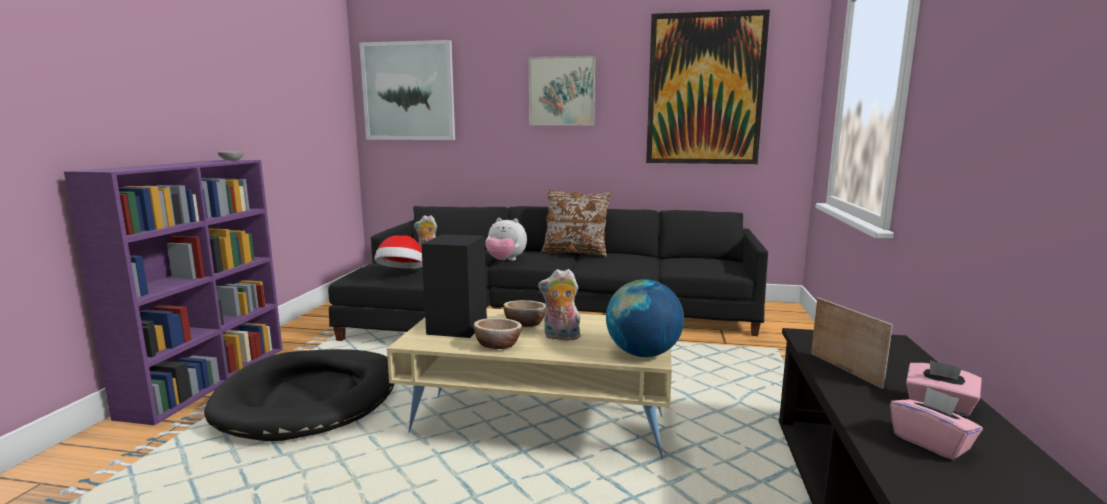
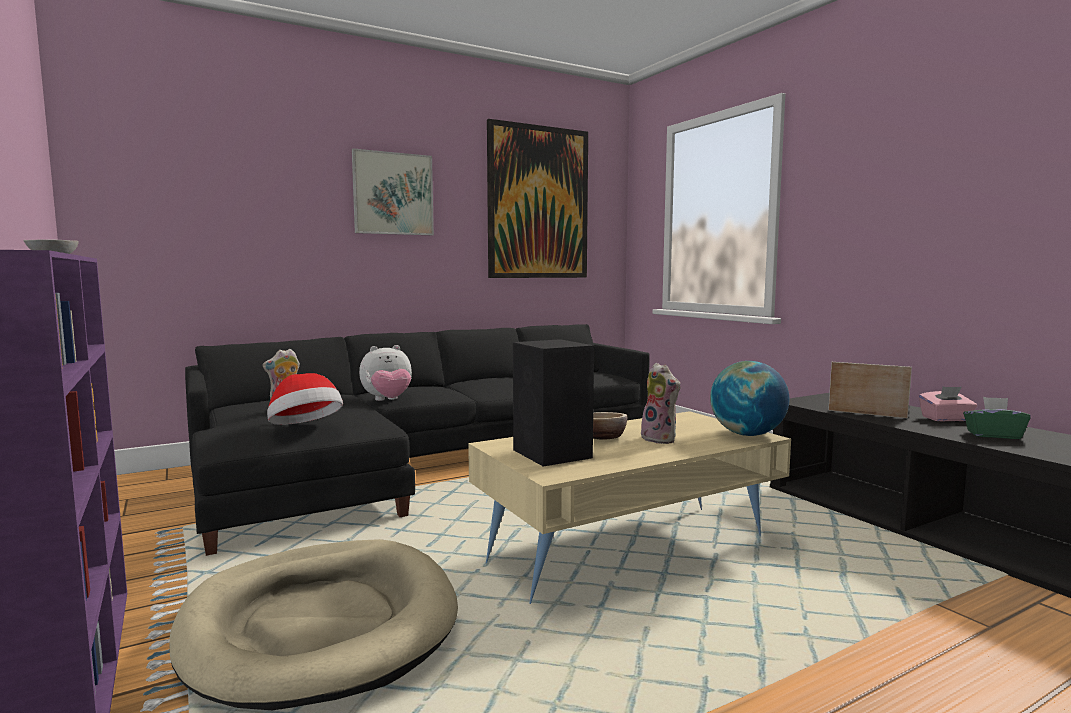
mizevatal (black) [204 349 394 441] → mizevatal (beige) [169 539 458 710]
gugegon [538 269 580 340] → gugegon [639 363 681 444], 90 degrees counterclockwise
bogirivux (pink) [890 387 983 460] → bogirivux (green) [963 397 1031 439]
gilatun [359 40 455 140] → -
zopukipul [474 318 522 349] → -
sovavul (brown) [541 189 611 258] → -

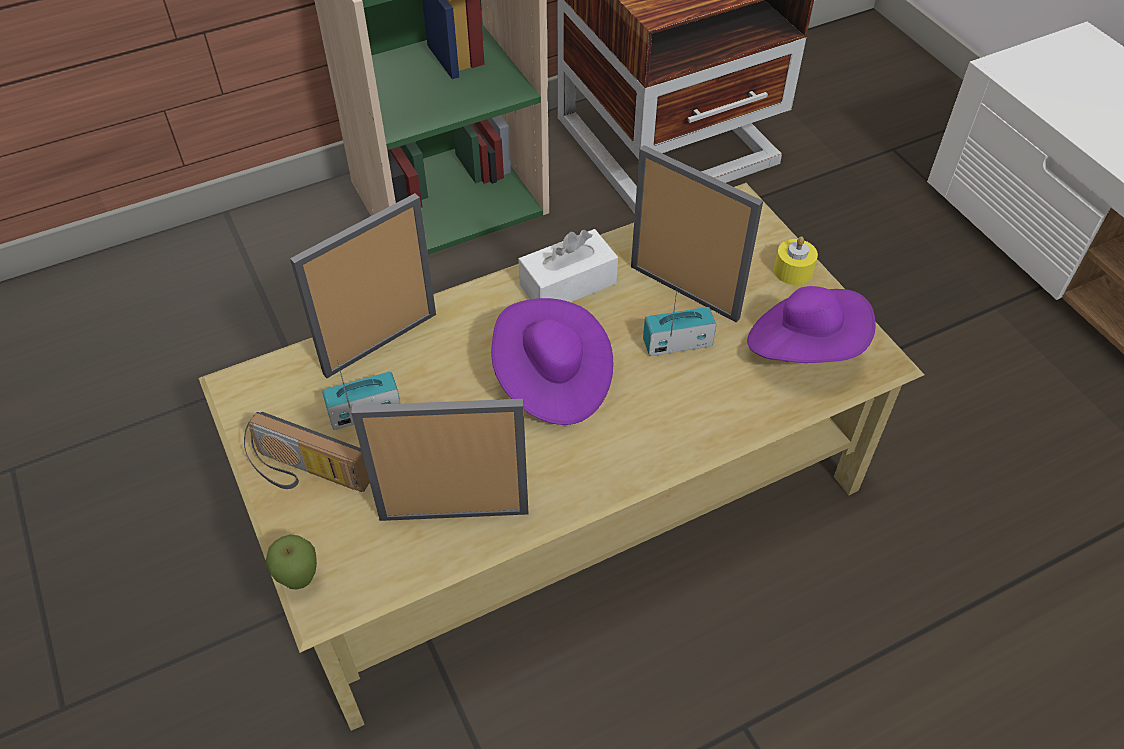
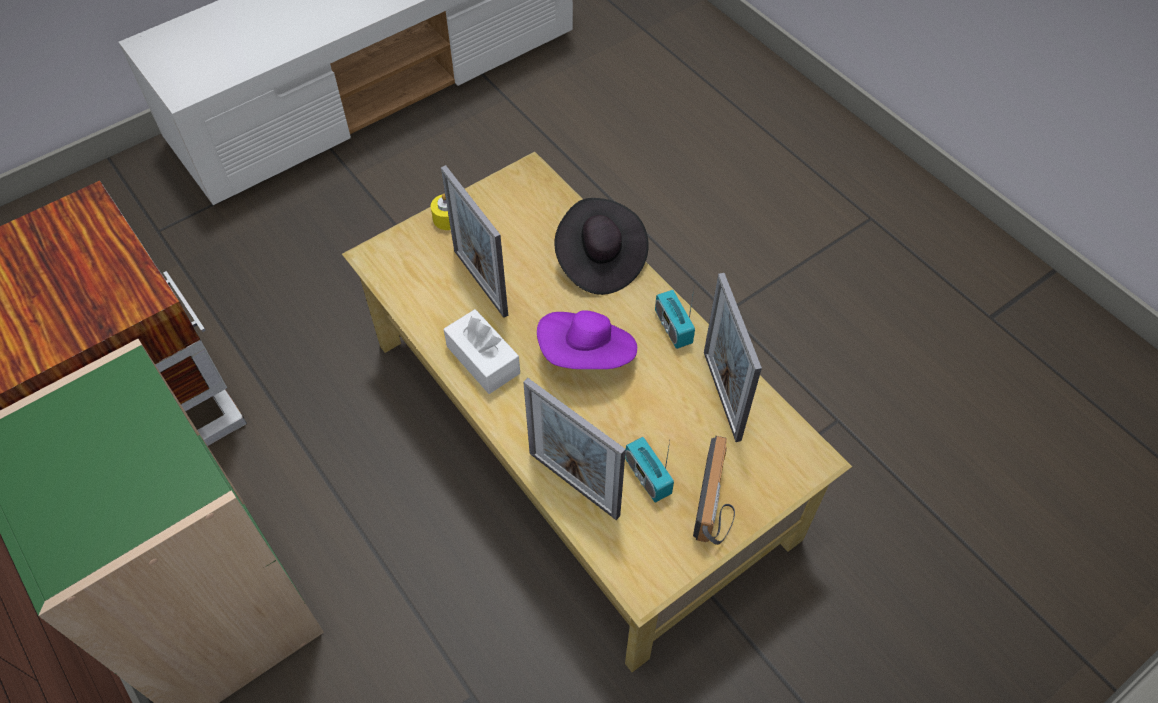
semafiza [631 145 763 322] → semafiza [441 165 508 318], 60 degrees counterclockwise
- → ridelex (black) [555 198 649 295]
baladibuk [643 290 716 356] → baladibuk [655 284 695 349], moved
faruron [266 534 317 589] → -
ridelex (purple) [747 286 876 363] → -

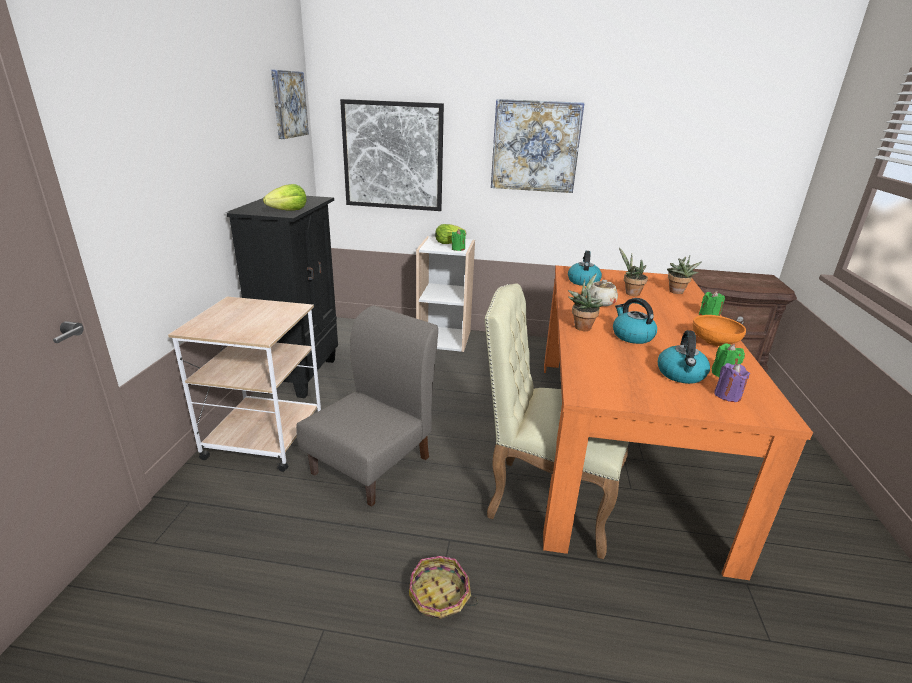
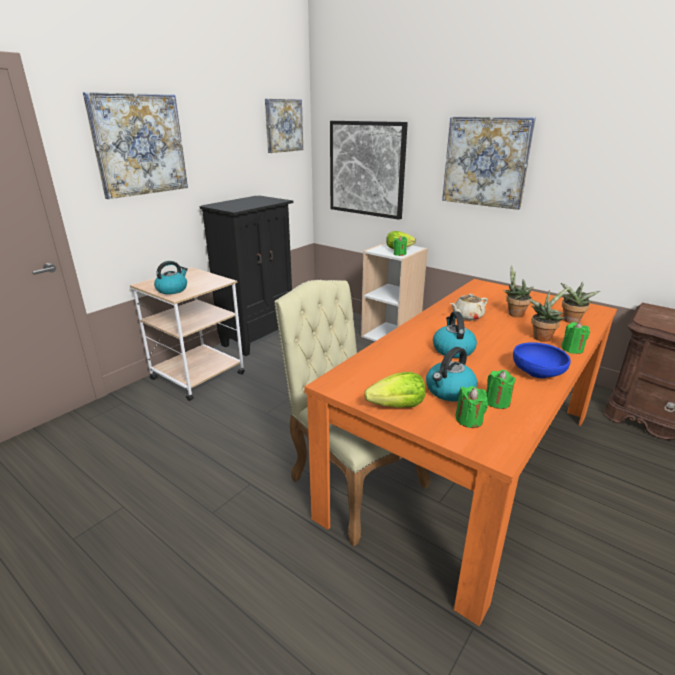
- → gilatun [83 92 188 199]
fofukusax [568 251 602 286] → fofukusax [154 261 188 294], moved
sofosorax [263 184 306 211] → sofosorax [364 372 426 408], moved
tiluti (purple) [714 363 750 402] → tiluti (green) [455 386 488 428]
zopukipul (orange) [692 315 746 346] → zopukipul (blue) [513 342 570 378]
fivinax [568 273 603 331] → fivinax [528 287 569 342], moved
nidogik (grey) [296 305 438 507] → -
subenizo [409 556 478 619] → -

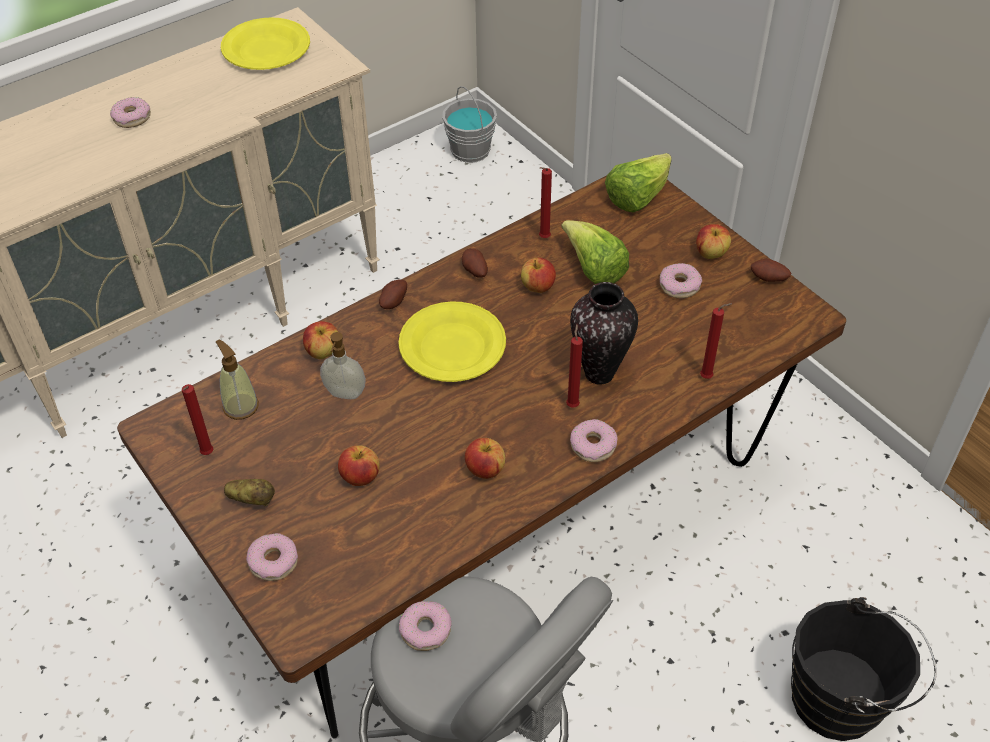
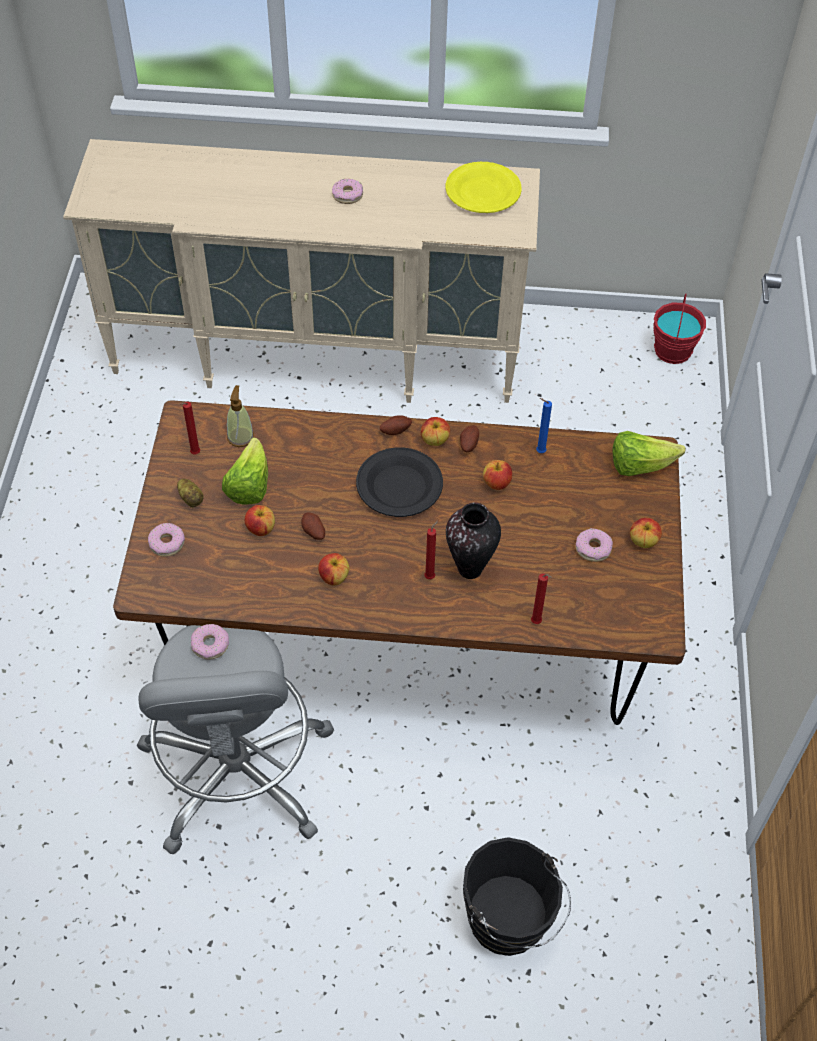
sofosorax [561 220 629 284] → sofosorax [222 438 268 504], moved
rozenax [751 259 791 282] → rozenax [301 513 325 540], moved
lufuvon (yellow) [399 301 506 382] → lufuvon (black) [356 447 443 517]
faruron [303 321 338 359] → faruron [421 417 450 446], moved
tiluti (red) [539 167 552 238] → tiluti (blue) [536 398 552 453]
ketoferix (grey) [442 86 497 163] → ketoferix (red) [653 294 706 364]
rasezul [320 332 366 399] → -
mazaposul [570 419 617 462] → -

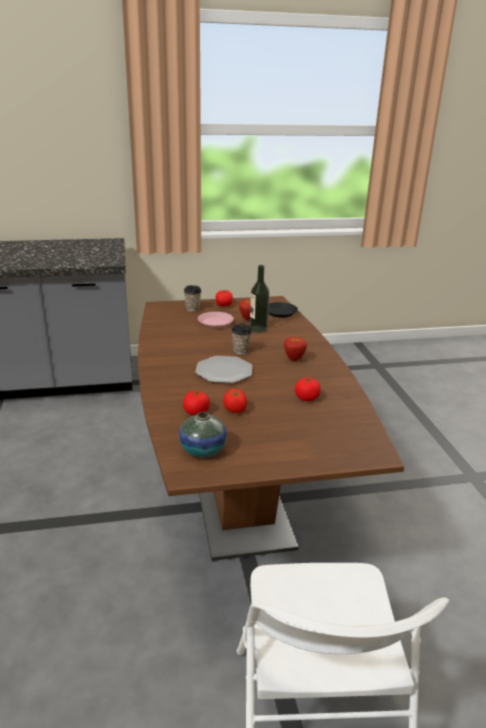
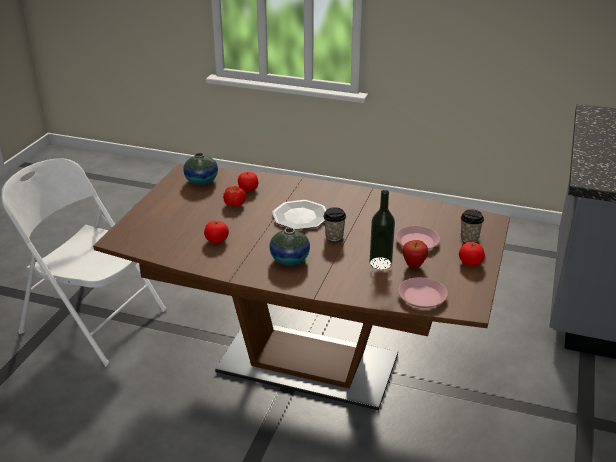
faruron [284 336 307 361] → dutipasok [269 228 310 265]
lufuvon (black) [268 302 298 318] → lufuvon (pink) [398 277 448 308]

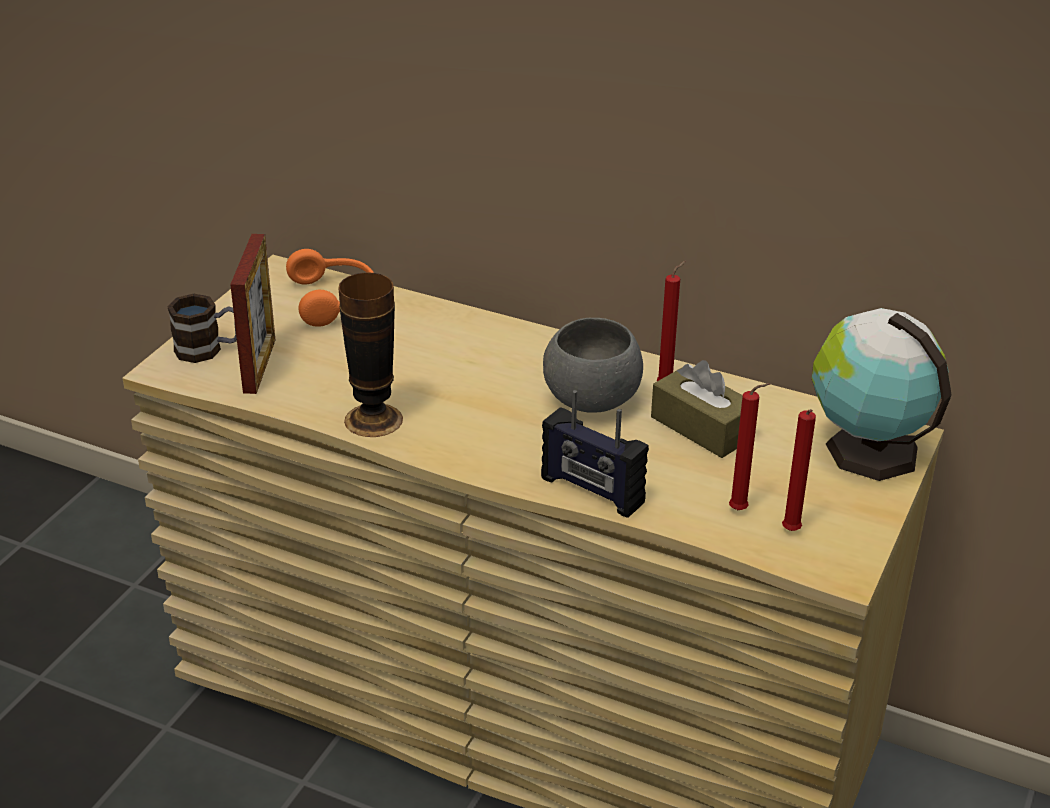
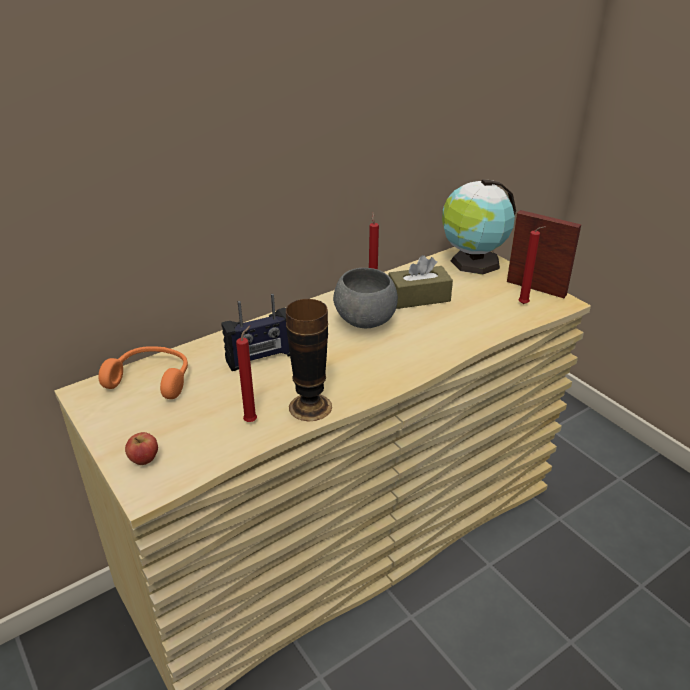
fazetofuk [167 294 237 363] → faruron [125 432 158 465]
baladibuk [541 390 649 518] → baladibuk [221 294 290 371], moved
tiluti (red) [729 383 770 510] → tiluti (red) [236 326 257 422], moved
semafiza [230 234 275 394] → semafiza [507 210 581 298], moved

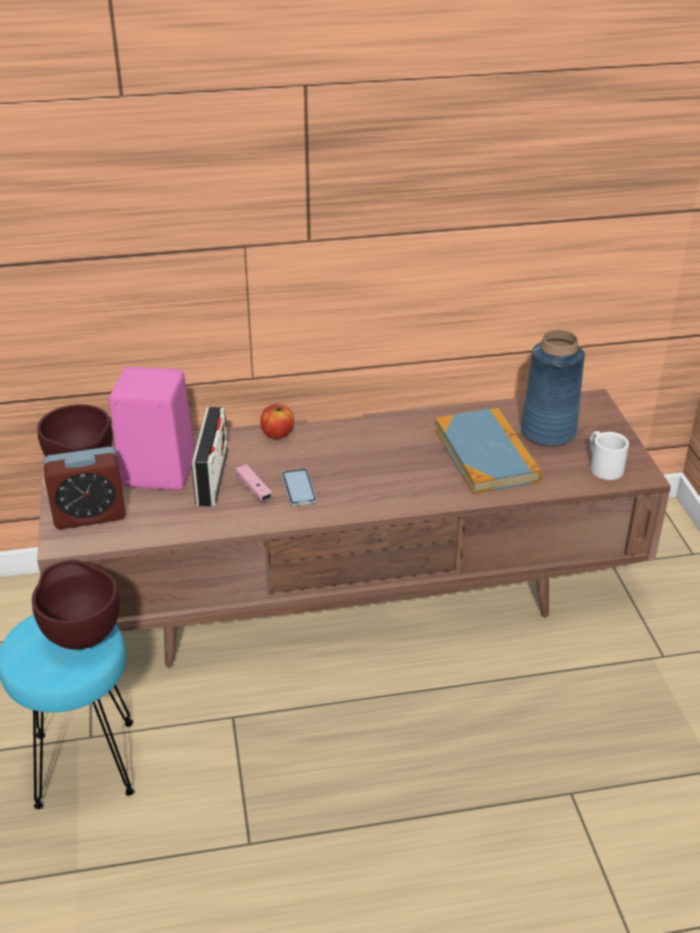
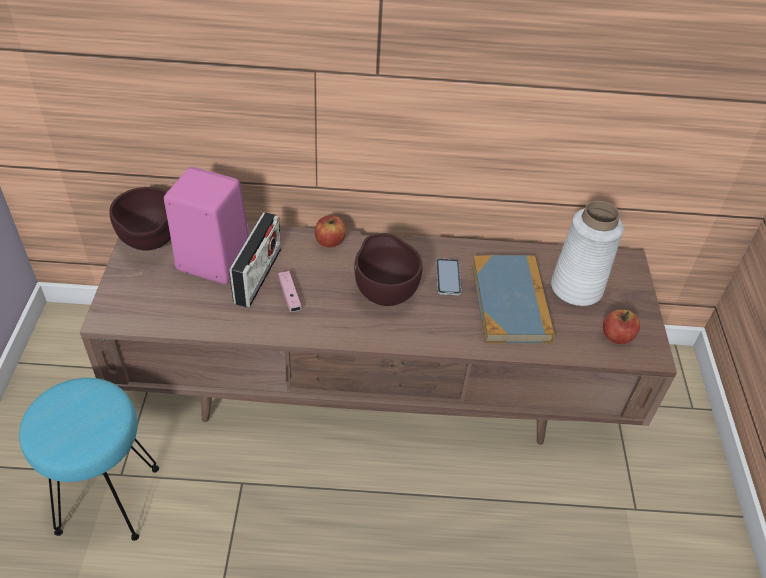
zopukipul (brown) [32 560 119 650] → zopukipul (brown) [354 233 422 306], moved
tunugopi [282 469 317 506] → tunugopi [436 259 461 295], moved
dutipasok (blue) [521 330 585 447] → dutipasok (white) [551 201 624 306]
fazetofuk (white) [590 431 629 480] → faruron [603 310 640 344]
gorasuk [43 447 126 529] → -

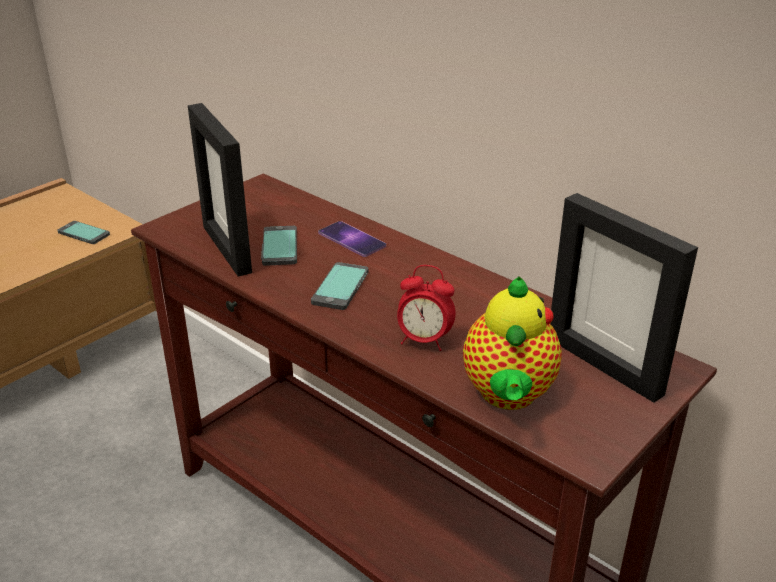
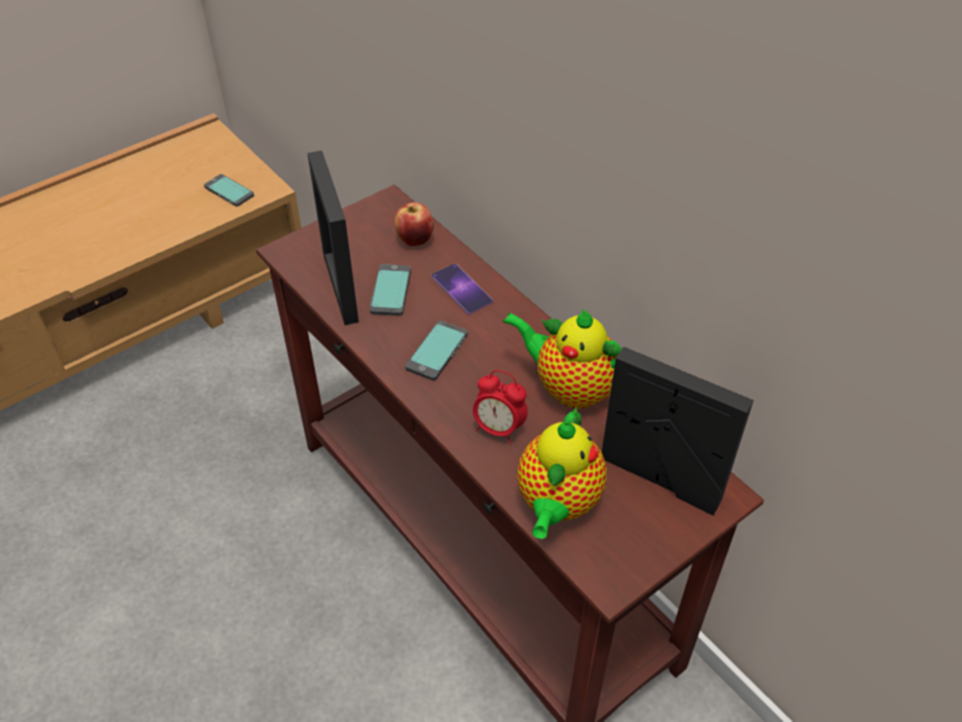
- → faruron [394 202 434 246]
- → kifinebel [503 308 621 409]
semafiza [550 193 698 403] → semafiza [602 347 754 516], 150 degrees clockwise

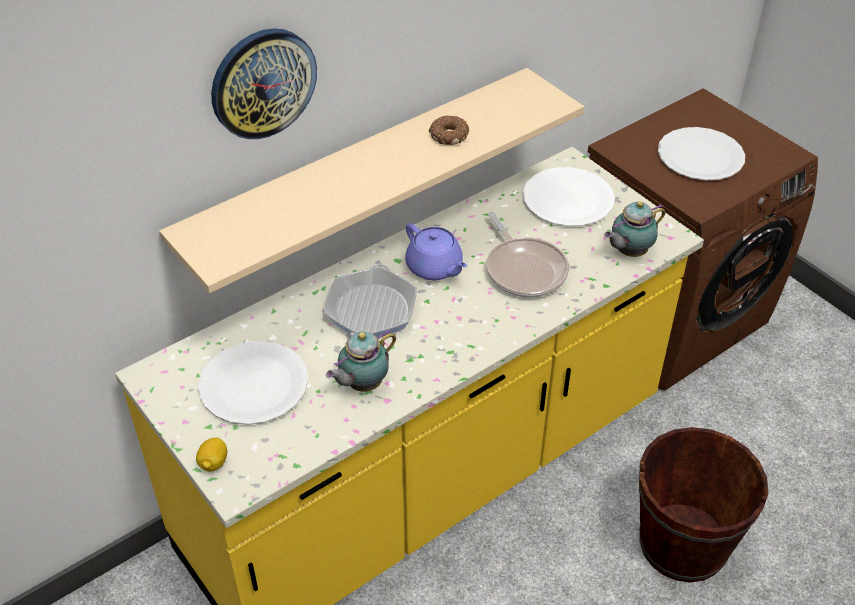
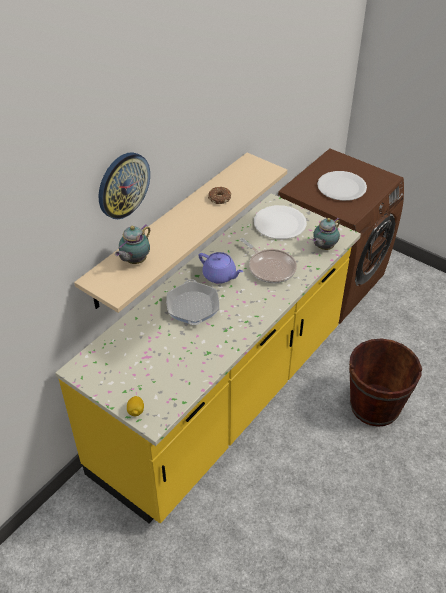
kifinebel [326 329 396 392] → kifinebel [115 224 150 264], moved
lufuvon (white) [198 341 308 425] → -

